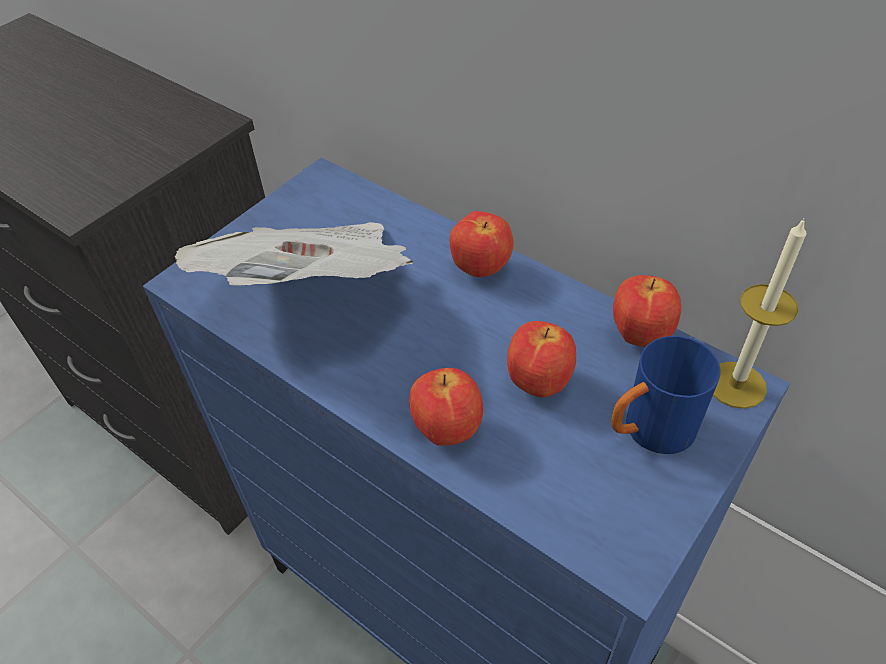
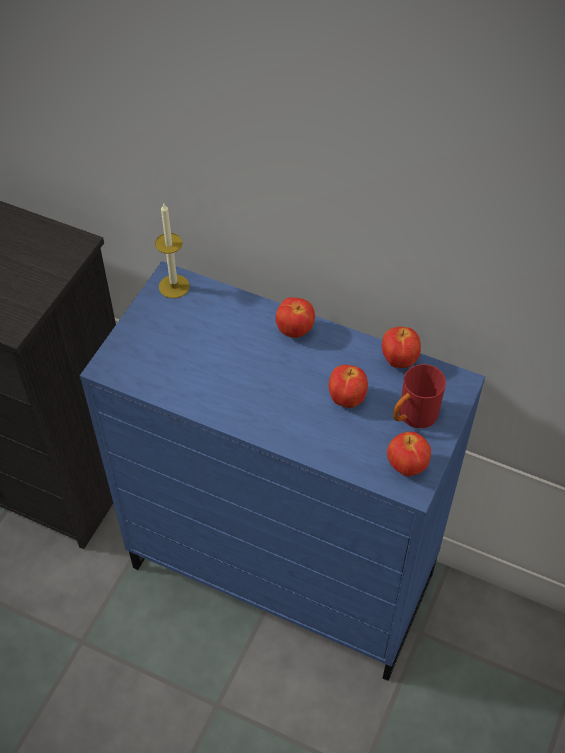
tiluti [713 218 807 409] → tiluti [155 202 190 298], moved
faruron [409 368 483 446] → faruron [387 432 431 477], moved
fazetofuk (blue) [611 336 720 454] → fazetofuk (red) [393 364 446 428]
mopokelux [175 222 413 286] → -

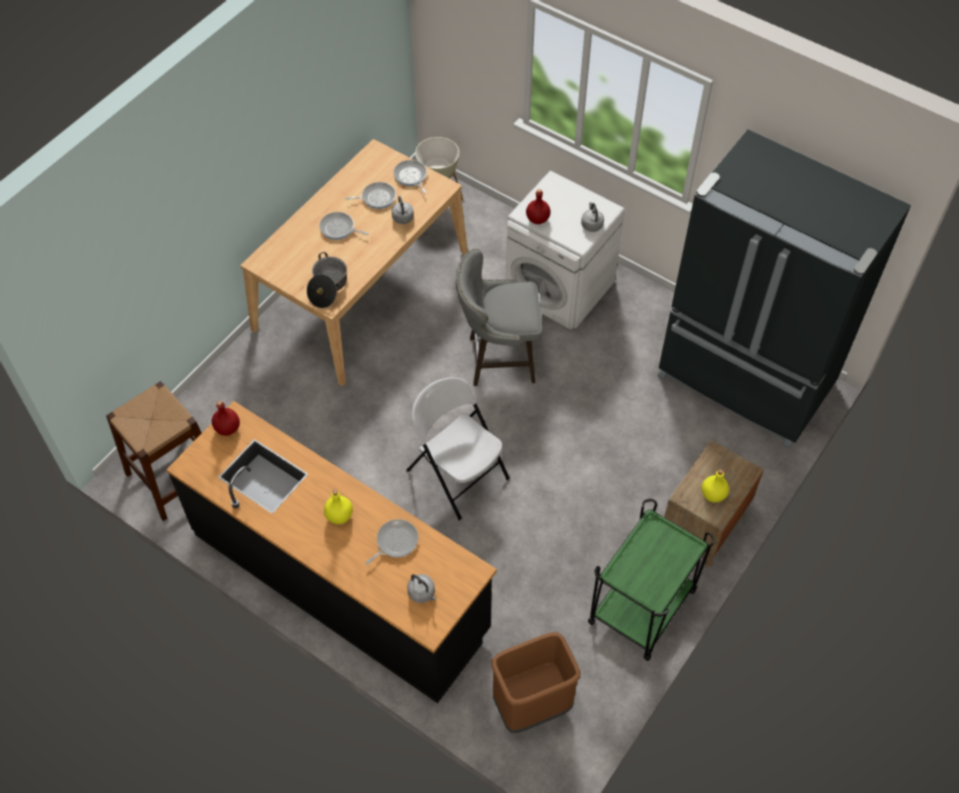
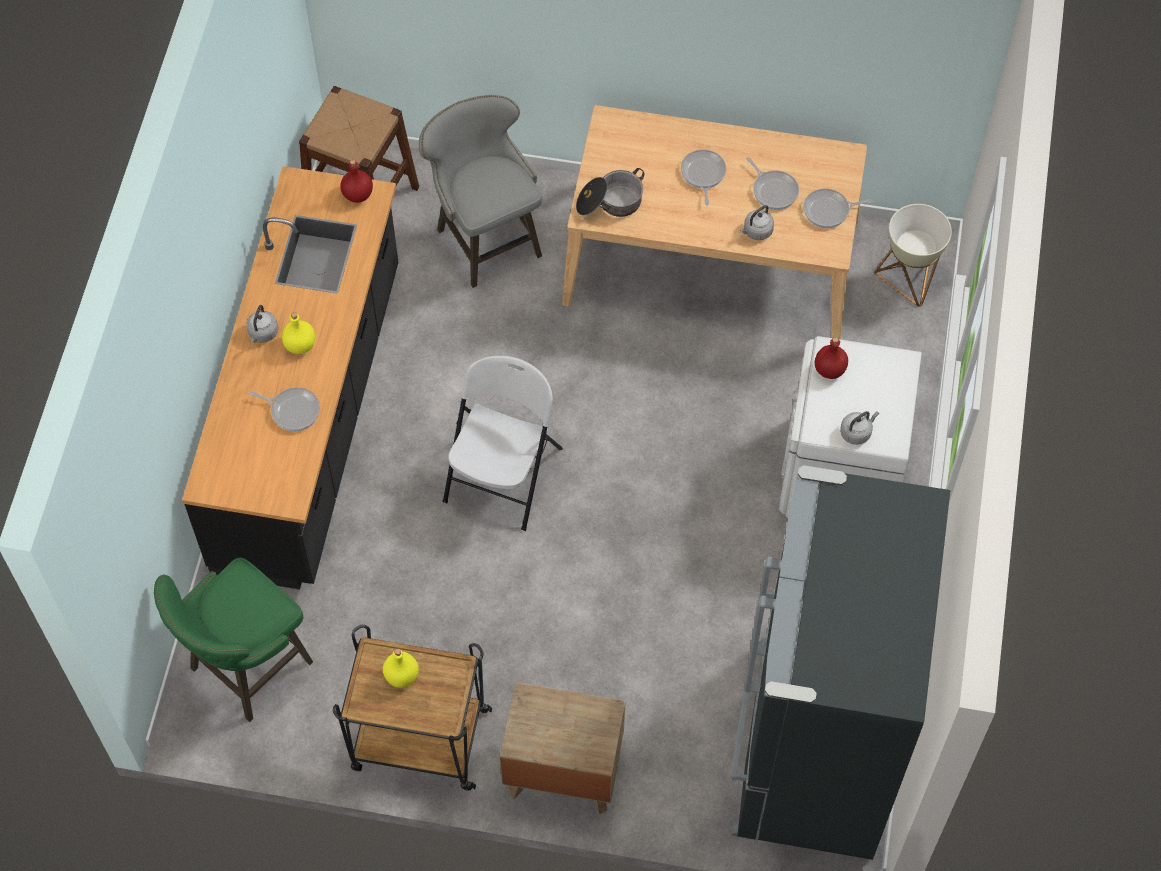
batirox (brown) [491 632 580 733] → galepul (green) [154 558 313 722]
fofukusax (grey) [407 574 437 603] → fofukusax (grey) [246 305 278 343], moved
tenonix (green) [588 499 715 661] → tenonix (brown) [333 625 492 791]
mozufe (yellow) [702 469 729 503] → mozufe (yellow) [383 649 419 688], moved
galepul (grey) [456 249 542 386] → galepul (grey) [419 95 542 288], moved
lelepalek [394 160 427 193] → lelepalek [803 188 872 228], 135 degrees counterclockwise

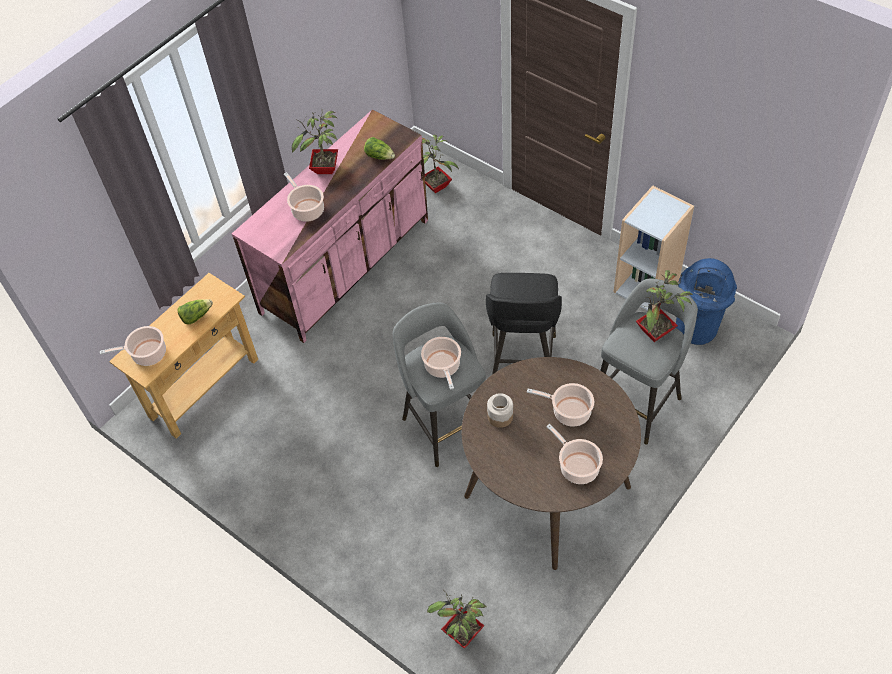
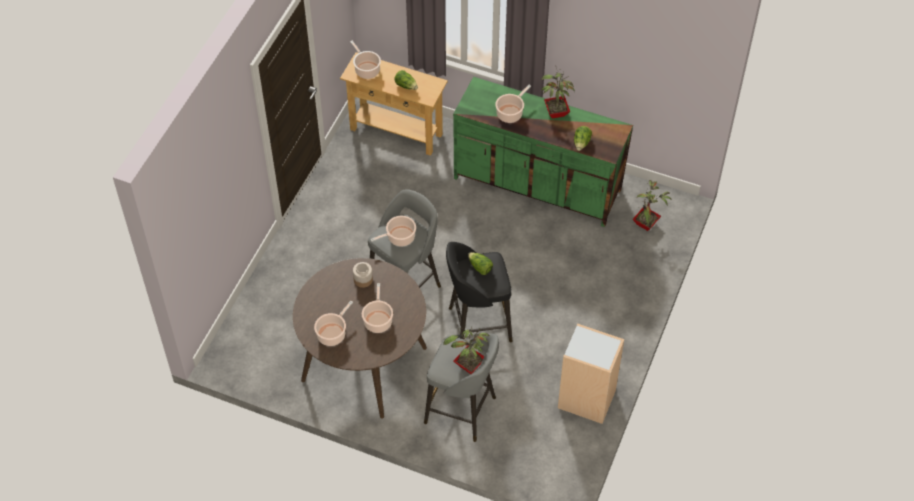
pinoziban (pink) [232 109 428 343] → pinoziban (green) [453 77 633 227]
- → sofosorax [468 252 493 275]
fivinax [427 590 486 649] → -
batirox (blue) [676 258 737 345] → -

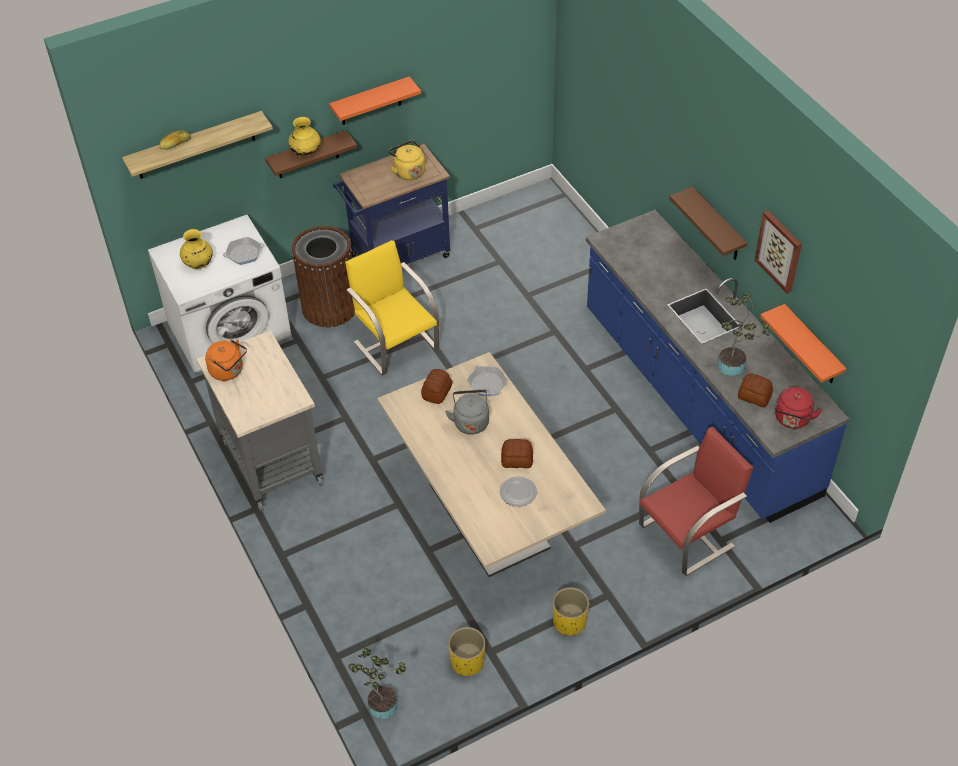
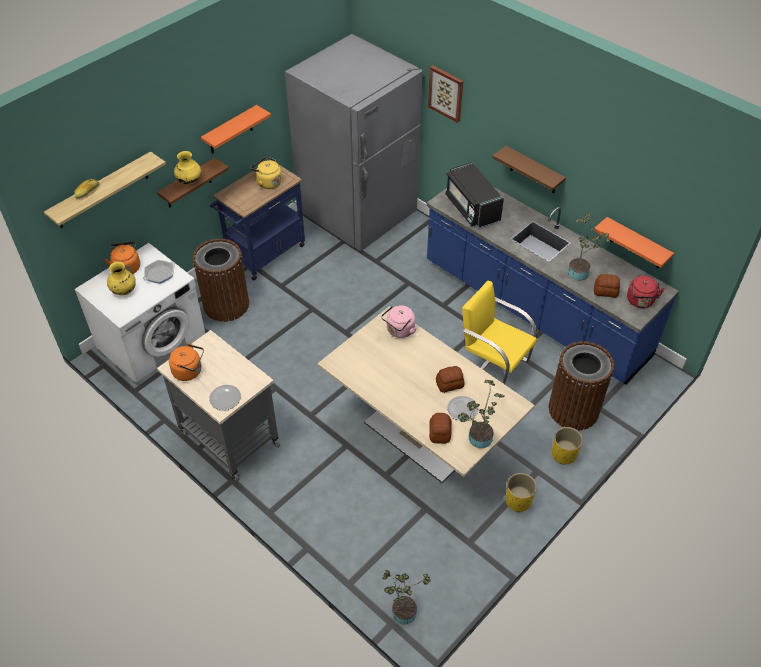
- → fofukusax (orange) [104 242 140 274]
- → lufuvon [209 385 241 410]
- → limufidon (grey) [285 34 423 251]
lelepalek [467 365 507 396] → fofukusax (pink) [381 305 417 338]
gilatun [754 210 802 294] → gilatun [428 65 463 123], moved
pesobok [421 369 452 404] → pesobok [429 413 452 444], moved
- → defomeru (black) [445 162 504 228]
- → fivinax [458 380 505 448]
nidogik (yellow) [345 240 439 376] → nidogik (yellow) [462 281 538 384], moved
nidogik (red) [639 427 754 576] → batirox (brown) [549 341 614 430]
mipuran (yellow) [448 627 485 676] → mipuran (yellow) [552 427 583 465], moved
fofukusax (grey) [445 390 489 435] → -

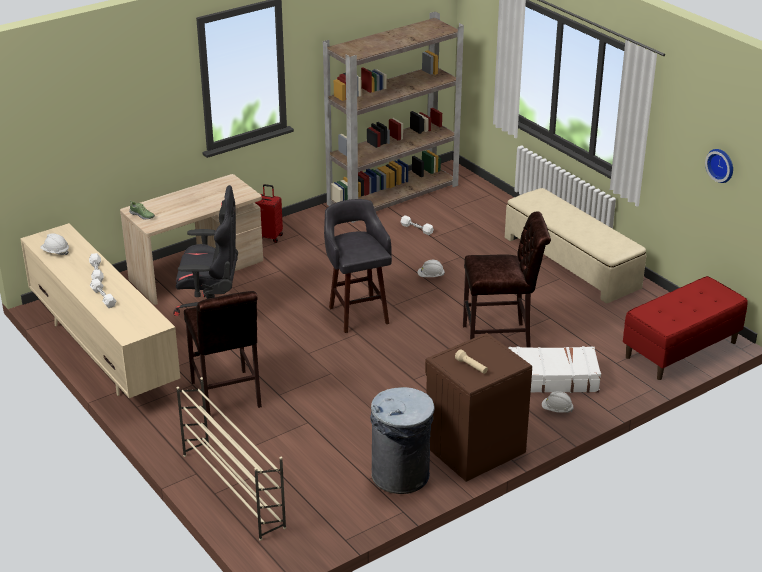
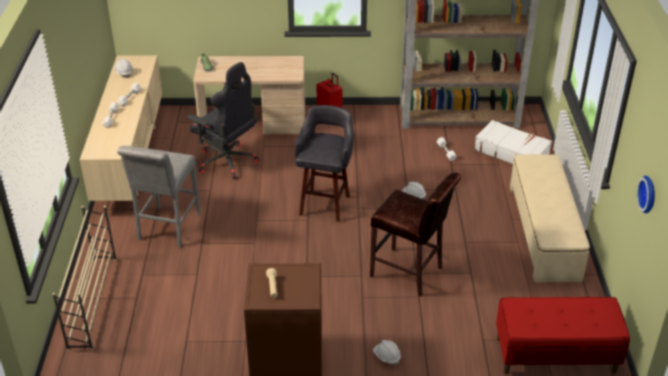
galepul (brown) [184 291 262 416] → galepul (grey) [117 146 201 247]
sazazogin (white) [508 346 601 393] → sazazogin (white) [474 120 552 164], moved
batirox (grey) [370 387 435 494] → -

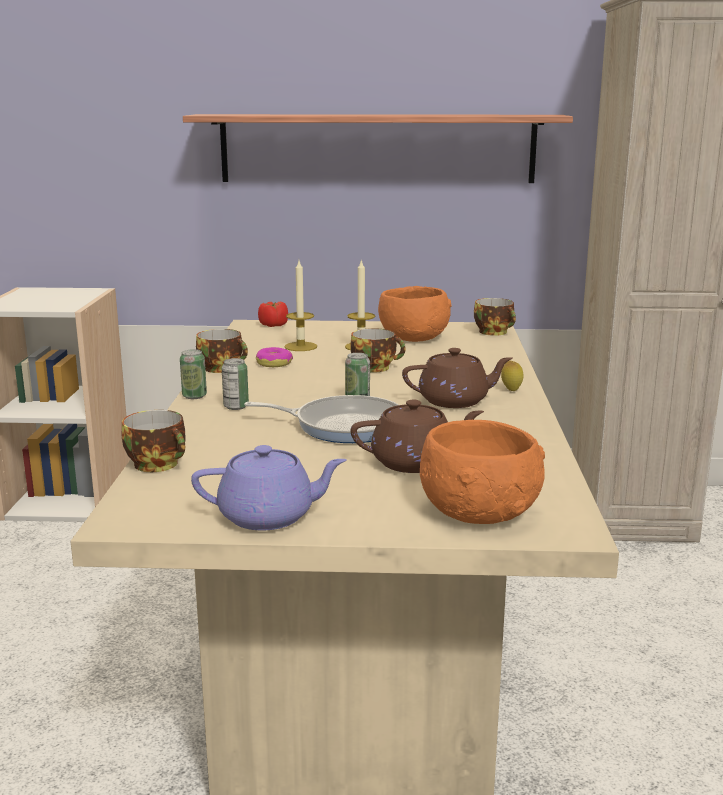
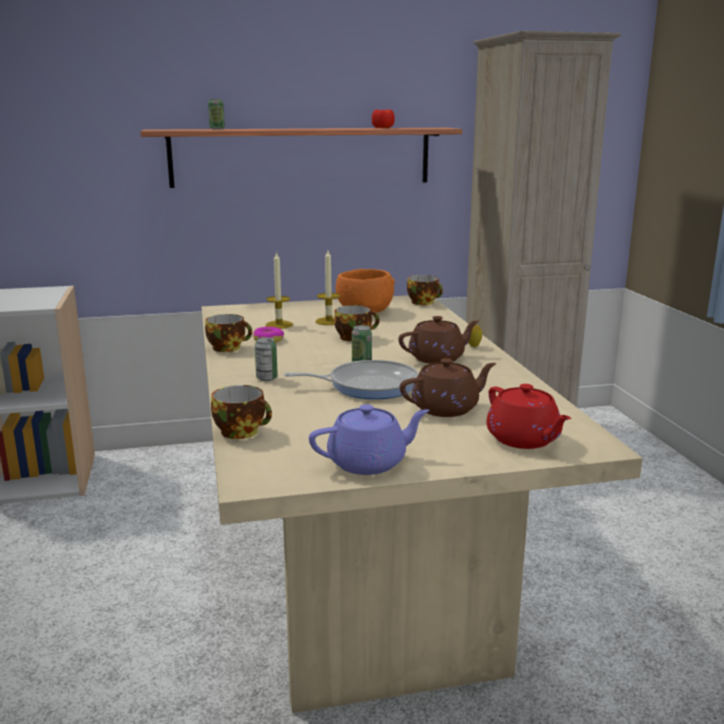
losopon [180 349 207 399] → losopon [208 99 225 129], moved
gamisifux [258 302 288 327] → gamisifux [372 109 395 128], moved
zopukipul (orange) [420 420 545 524] → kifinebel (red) [486 384 571 449]

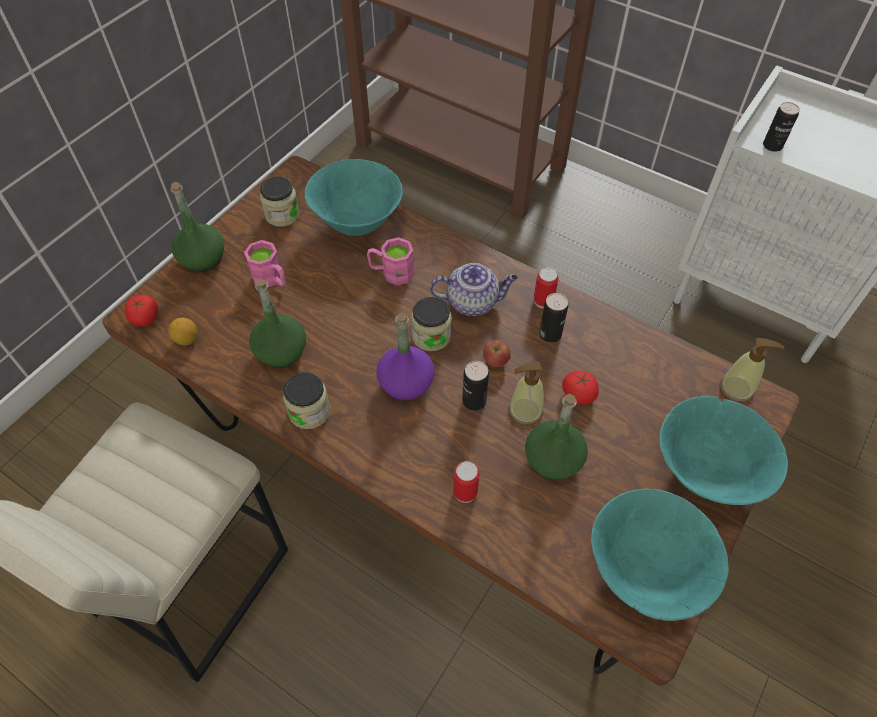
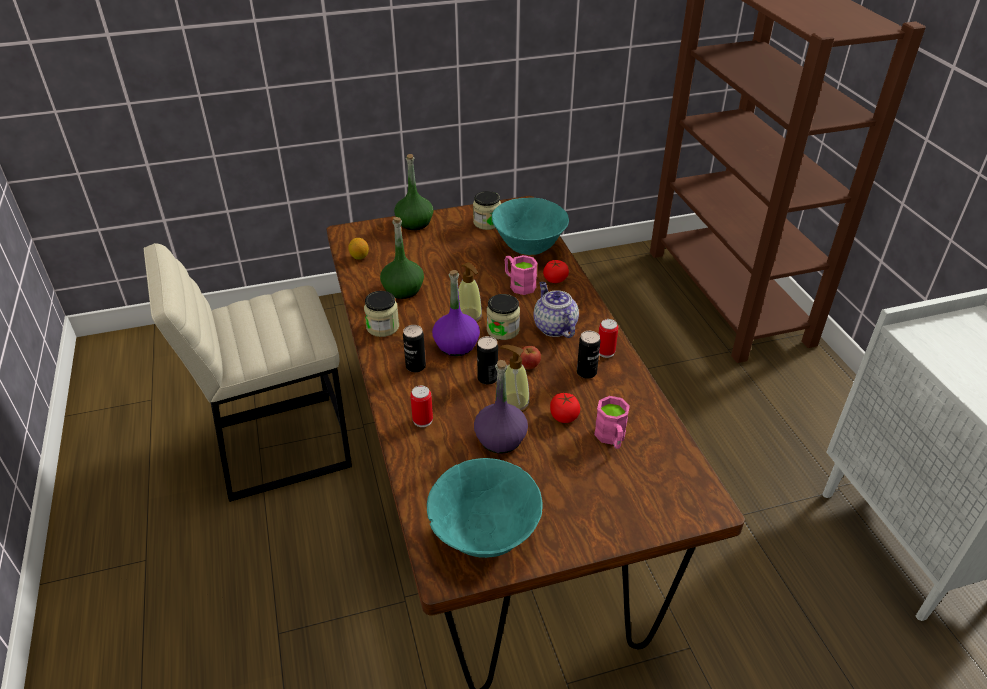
losopon [763 102 800 152] → losopon [403 325 426 372], moved
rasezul [719 338 784 403] → rasezul [458 262 483 323], moved
mozufe (green) [525 393 588 480] → mozufe (purple) [474 360 528 454]
kifinebel [430 263 518 316] → kifinebel [533 282 579 338], 150 degrees counterclockwise
gamisifux [125 295 158 326] → gamisifux [543 260 569 283], moved
fazetofuk (pink) [244 240 286 287] → fazetofuk (pink) [594 396 630 449], moved
zopukipul (turquoise) [659 396 788 505] → -

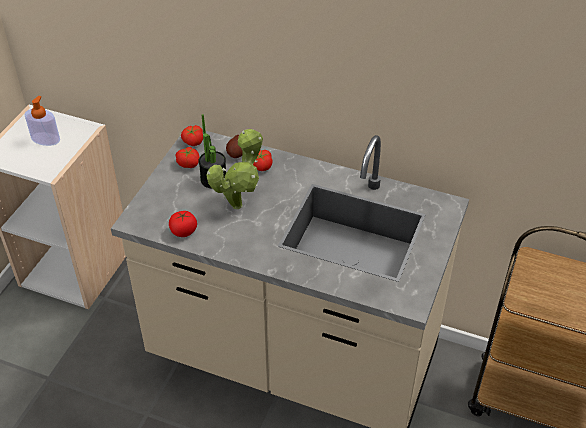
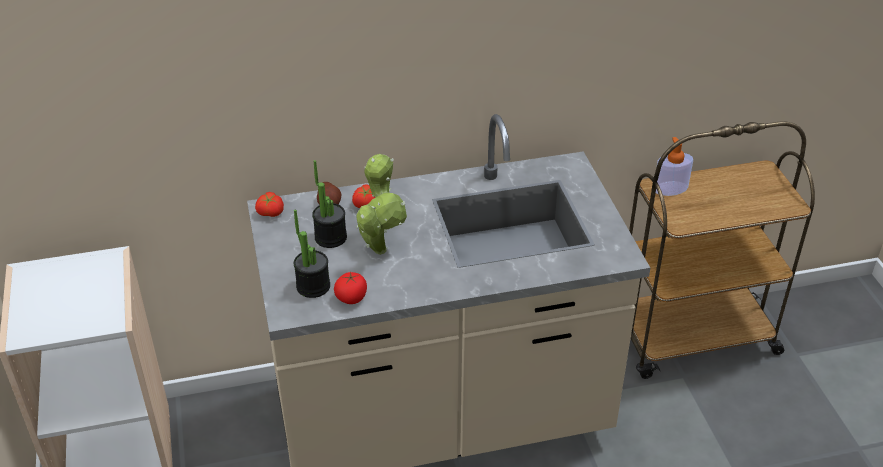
- → fivinax [294 210 330 298]
rasezul [24 96 60 146] → rasezul [656 137 693 196], moved
gamisifux [175 147 199 168] → -

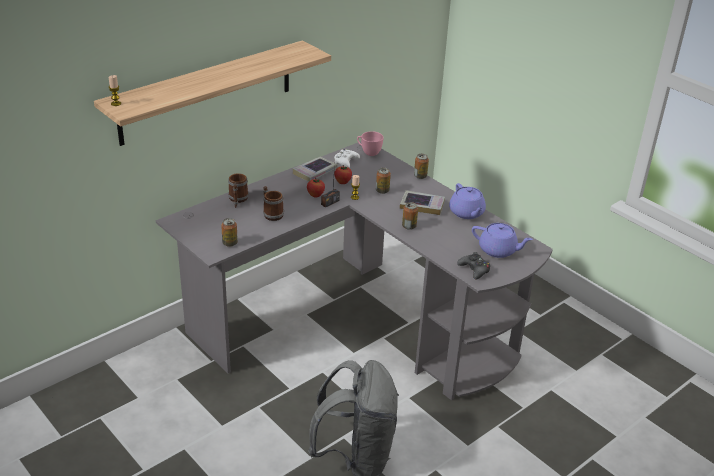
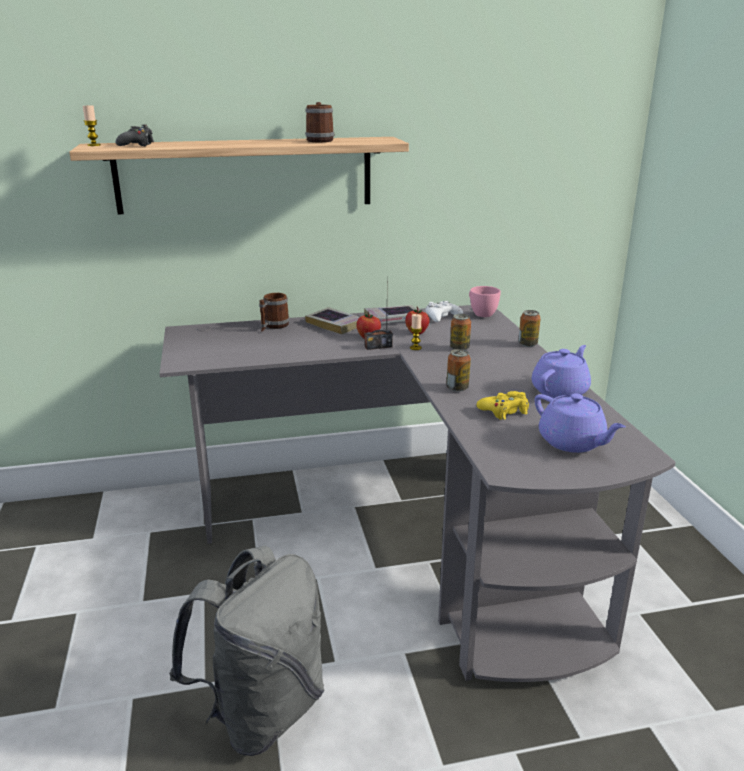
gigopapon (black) [457 252 490 279] → gigopapon (black) [116 125 154 146], moved
fazetofuk [263 186 284 221] → fazetofuk [305 102 334 142], moved
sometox [400 190 445 215] → sometox [305 307 359 334], moved
- → gigopapon (yellow) [477 391 529 420]
kifinebel (purple) [449 183 486 219] → kifinebel (purple) [532 345 591 398], 150 degrees counterclockwise
losopon [221 218 238 247] → -

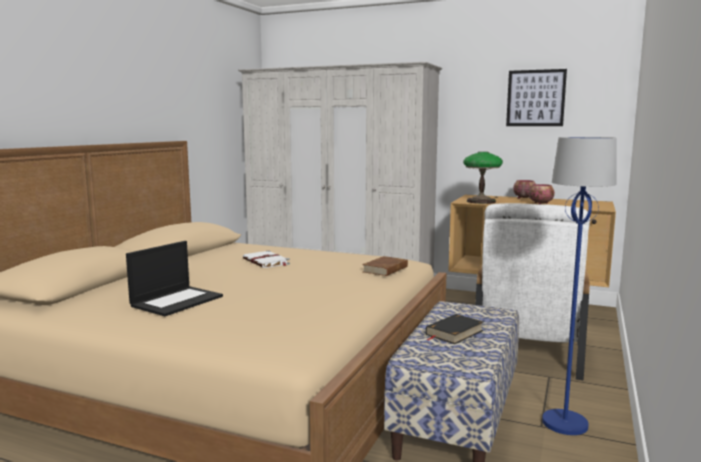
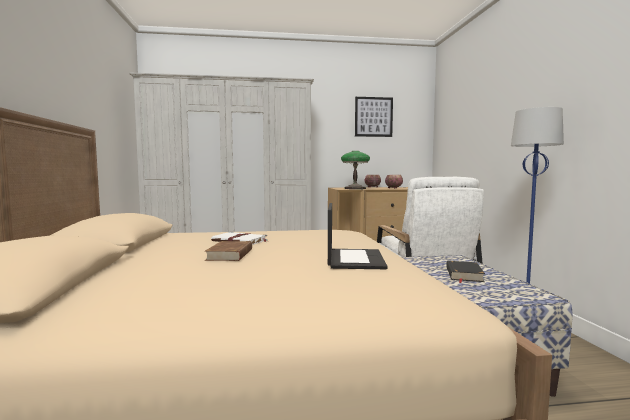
sometox (brown) [362 256 408 276] → sometox (brown) [205 241 252 261], moved
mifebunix [126 241 223 316] → mifebunix [328 203 388 269], moved

